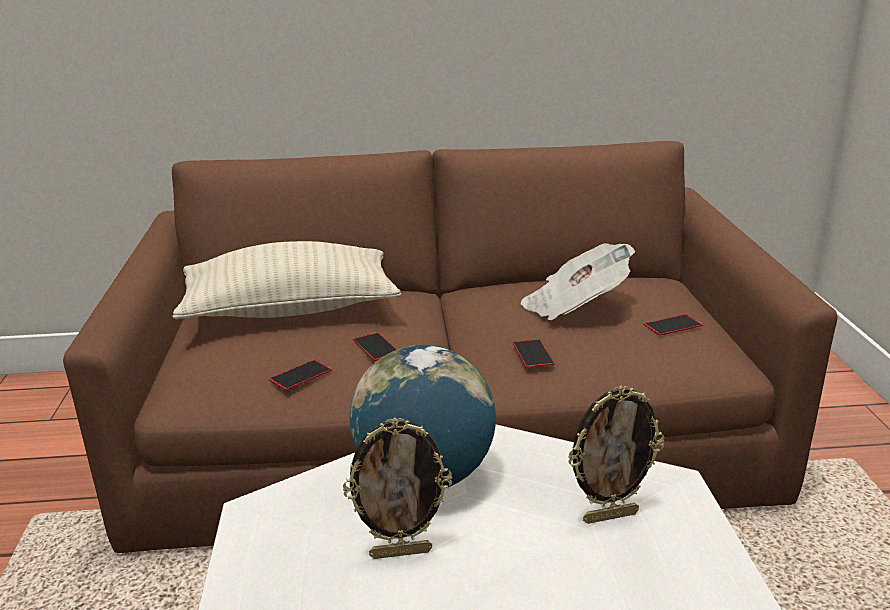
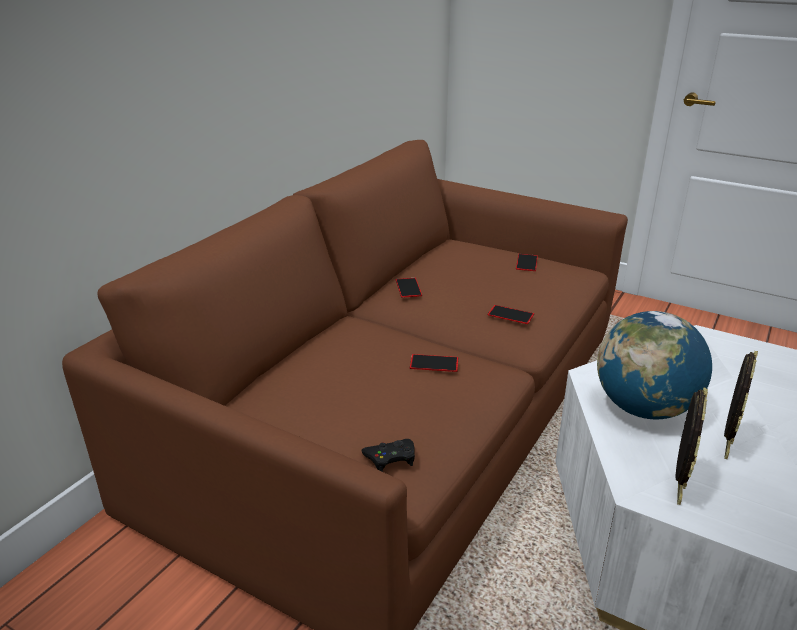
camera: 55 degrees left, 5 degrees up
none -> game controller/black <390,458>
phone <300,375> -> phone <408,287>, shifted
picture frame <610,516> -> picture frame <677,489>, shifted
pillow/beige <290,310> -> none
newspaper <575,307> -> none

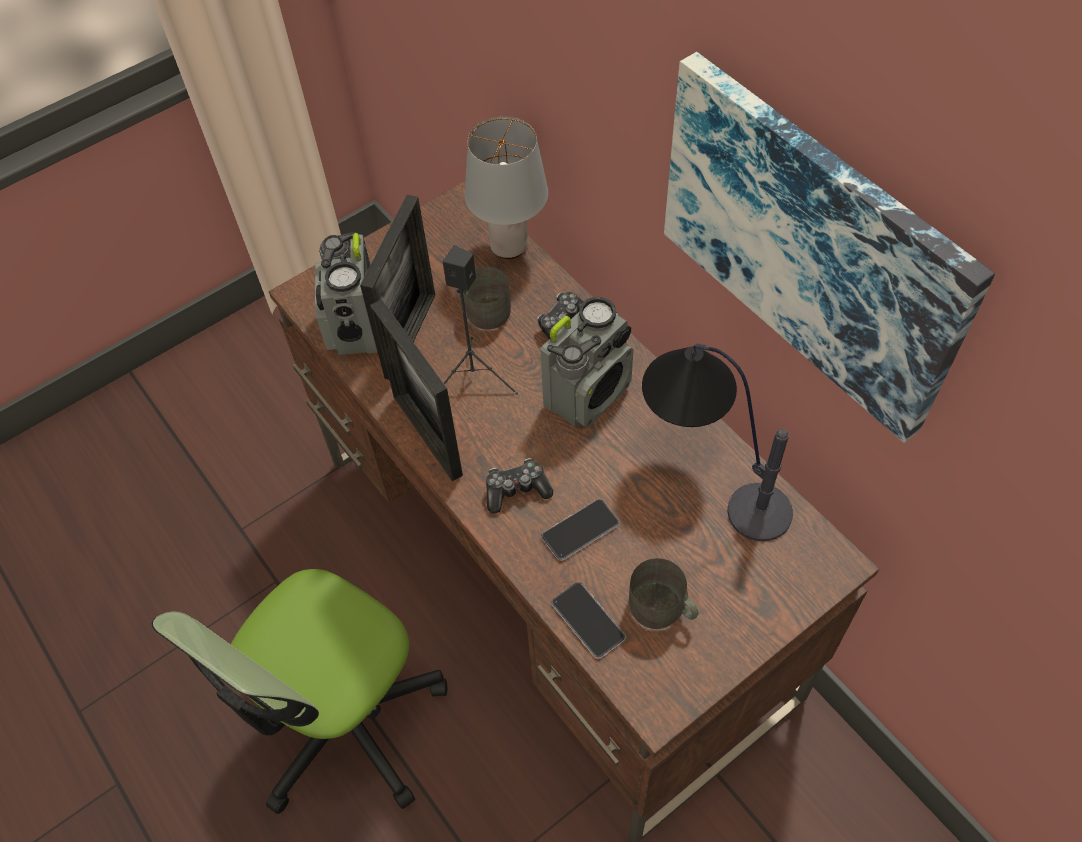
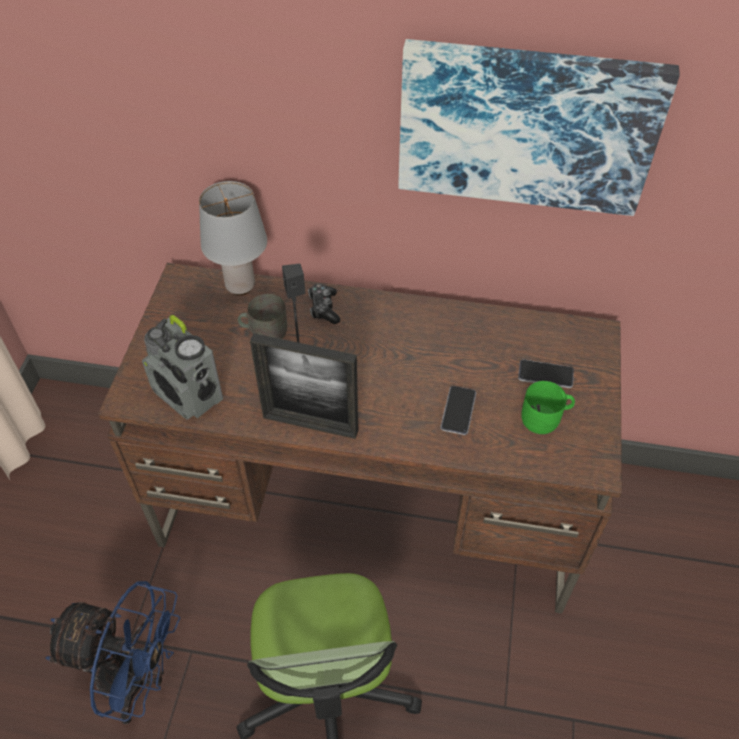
camera: 45 degrees left, 5 degrees down
none -> fan/blue <136,680>
phone <588,620> -> phone <545,374>, shifted
mug/grey <662,610> -> mug/green <545,418>
picture frame <410,335> -> none
game controller <516,490> -> none
radio <588,394> -> none
table lamp <708,472> -> none

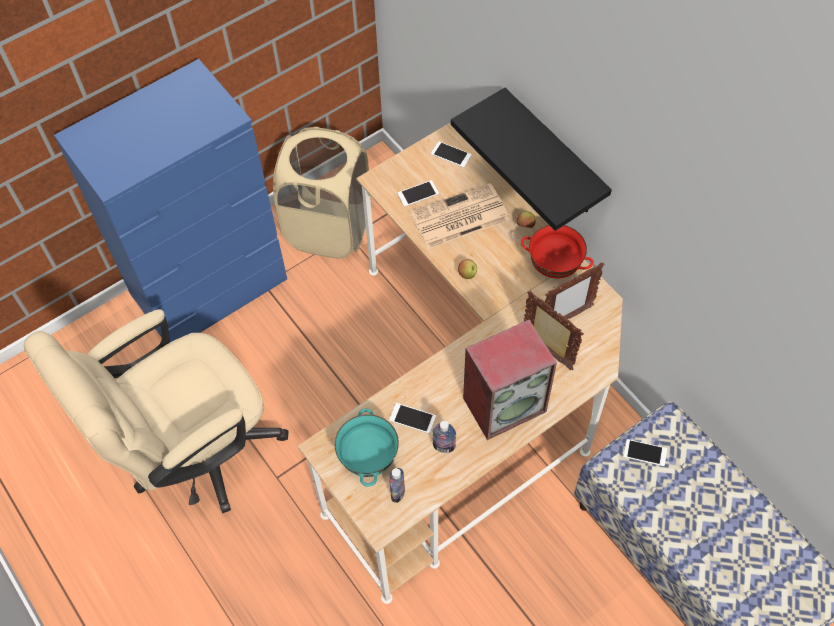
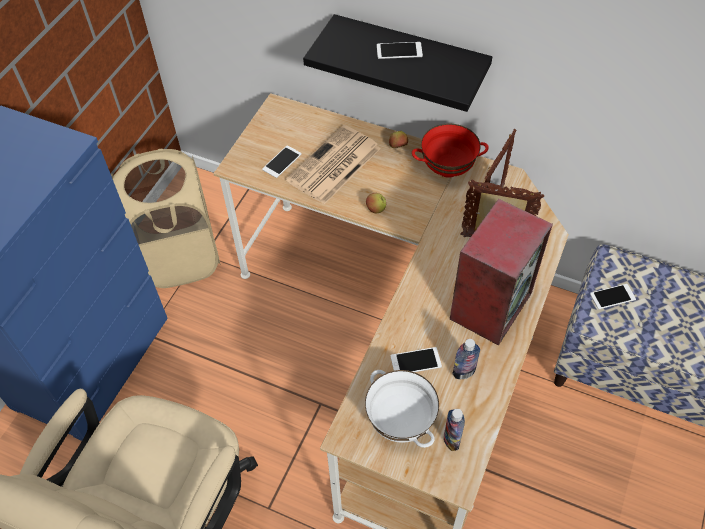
camera: 30 degrees left, 5 degrees down
bowl/turquoise <368,458> -> bowl/white <399,422>
phone <451,154> -> phone <399,51>, shifted

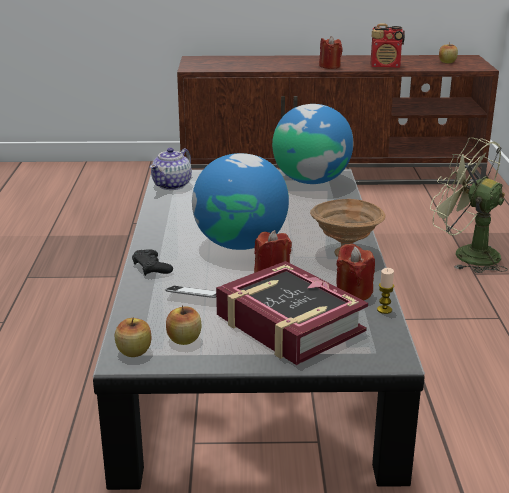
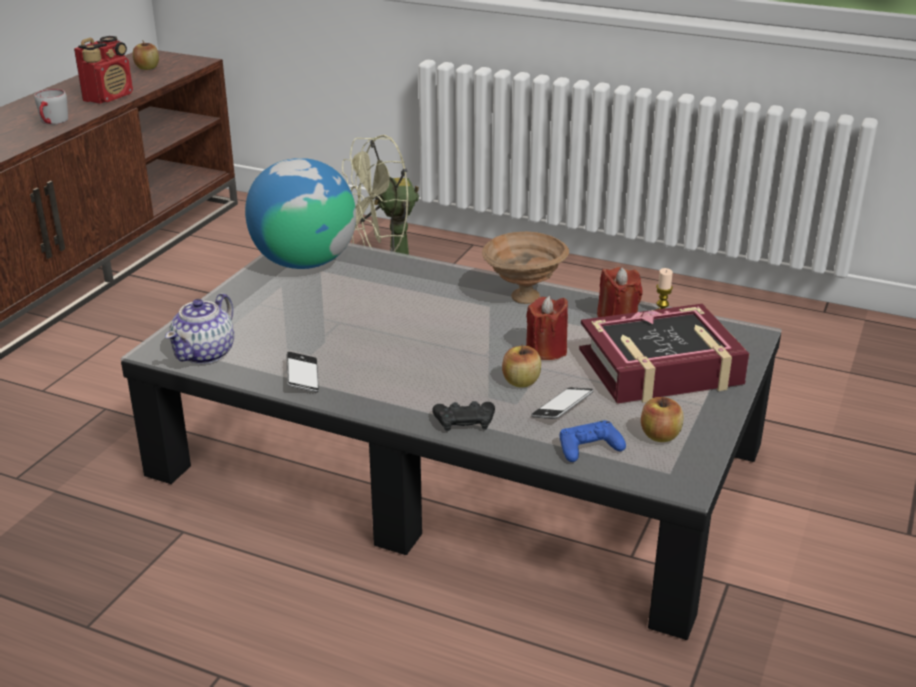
camera: 65 degrees left, 5 degrees up
candle/red <329,66> -> mug/grey <52,122>
teapot <172,185> -> teapot <205,353>, 60 degrees clockwise
none -> phone <302,377>
apple <134,351> -> apple <521,382>, shifted
none -> game controller/blue <589,448>
globe <241,244> -> none

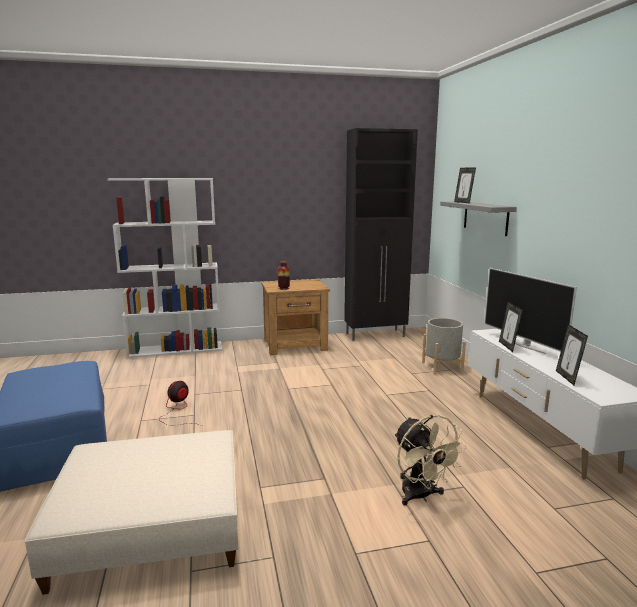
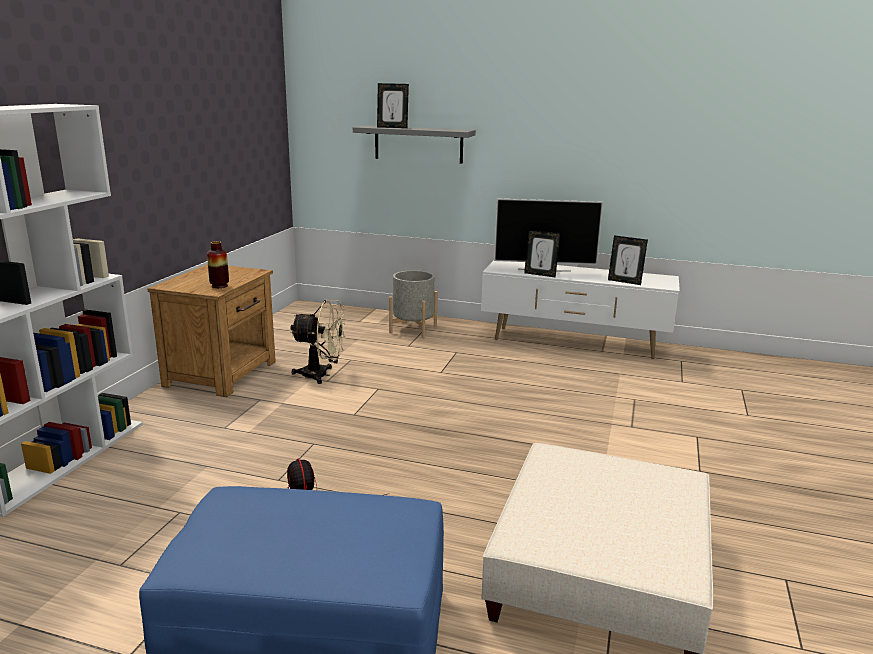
camera: 60 degrees left, 5 degrees up
fan/beige <421,496> -> fan/beige <321,375>, shifted
cabinet/black <376,335> -> none

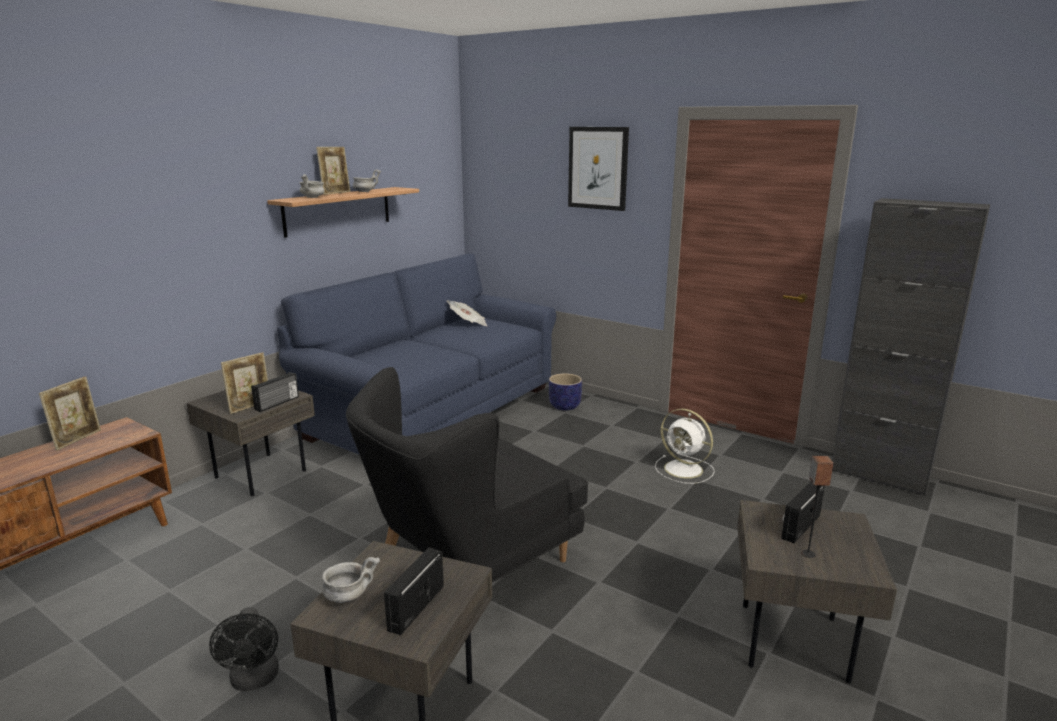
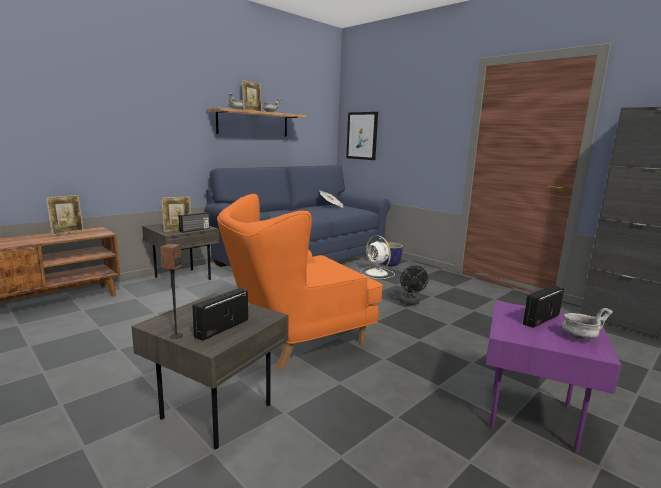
camera: 10 degrees right, 5 degrees down
speaker <807,554> -> speaker <176,336>, shifted
armchair/black <468,560> -> armchair/orange <295,335>
picture <598,168> -> picture <362,136>, shifted
fan/white <685,470> -> fan/white <377,273>, shifted
fan/black <254,680> -> fan/black <410,302>, shifted
side table/grey <796,644> -> side table/purple <533,418>
bowl/grey <348,596> -> bowl/grey <579,337>, shifted

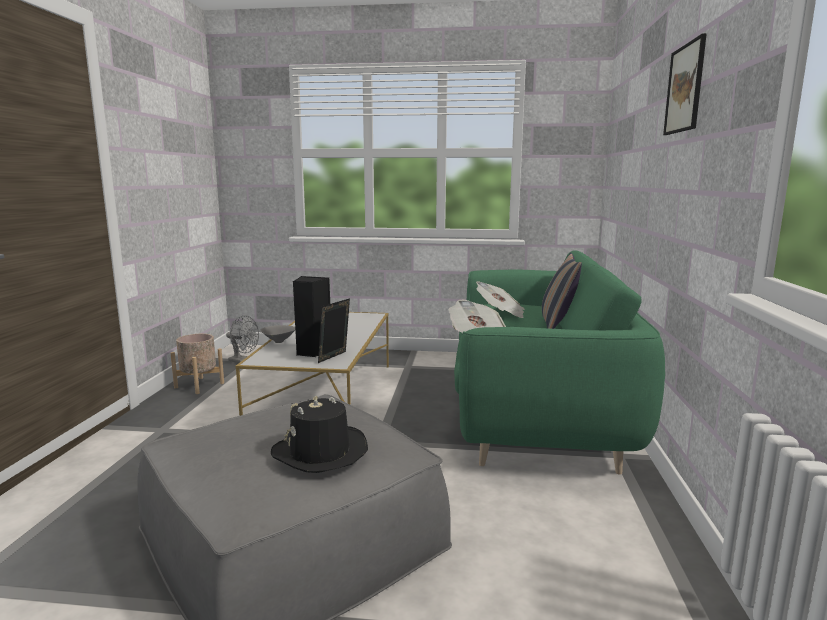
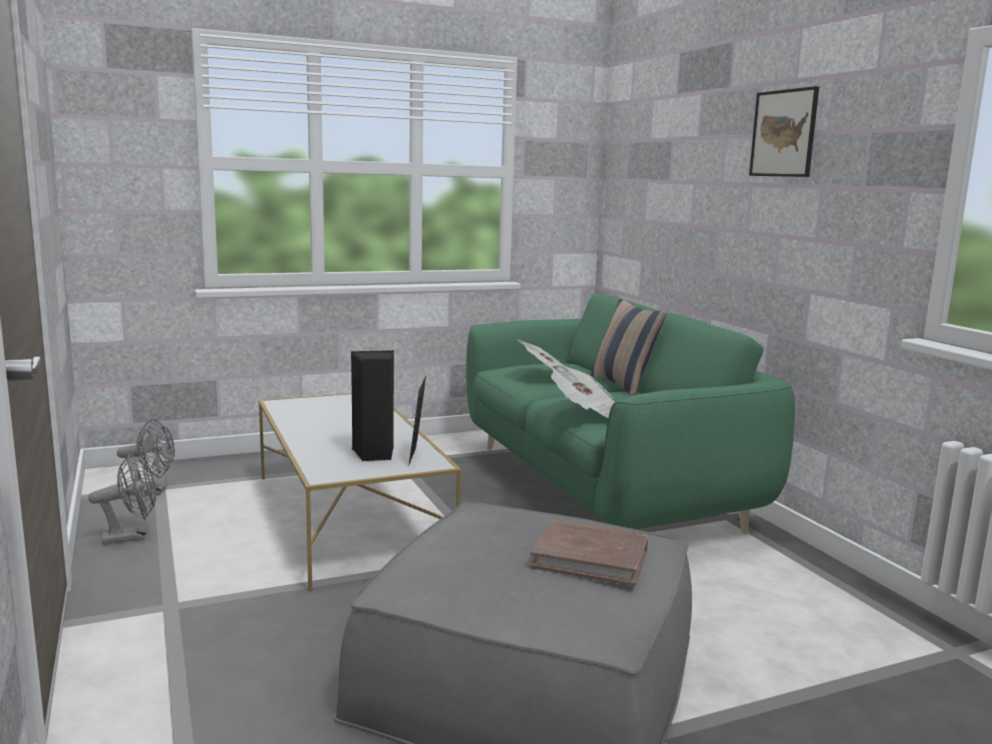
camera: 30 degrees left, 0 degrees up
planter/beige <199,385> -> fan/grey <131,537>
hat/black <320,452> -> book/brown <590,557>
bowl/grey <278,342> -> none

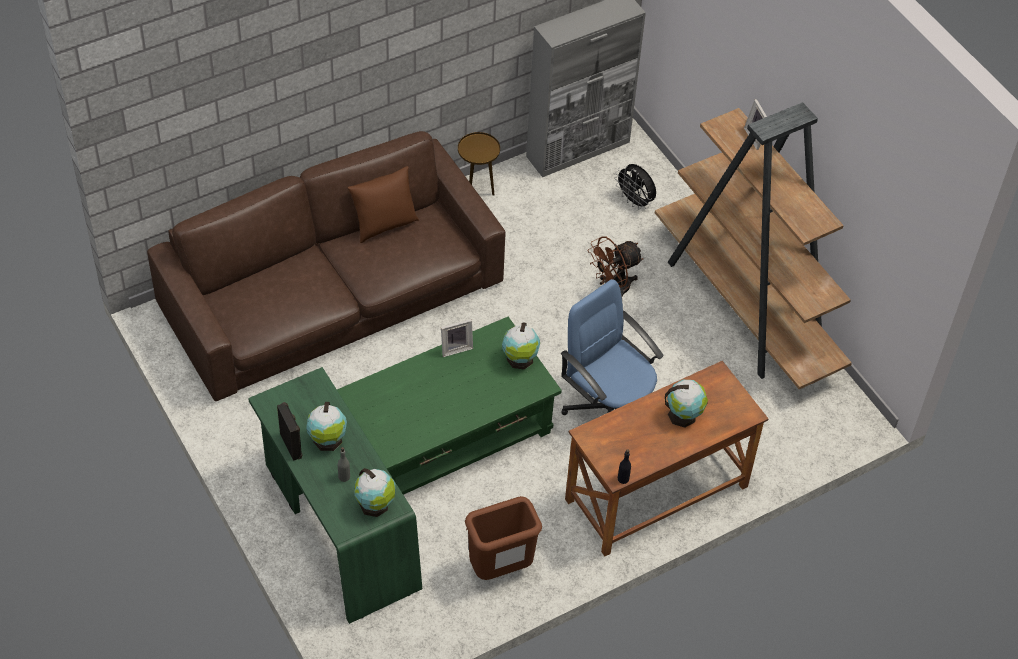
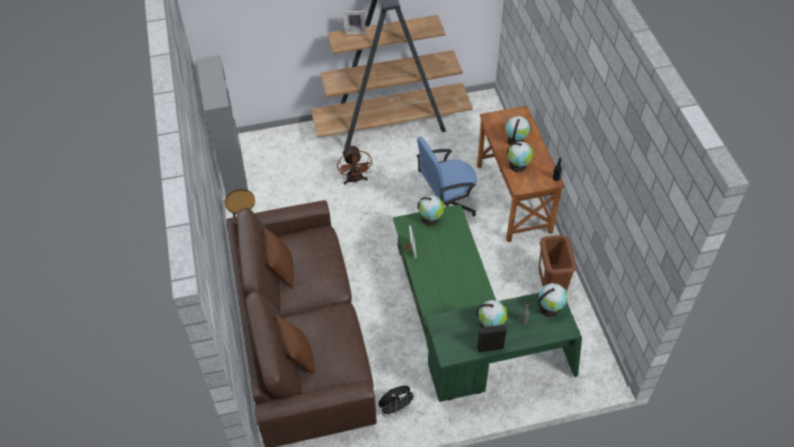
camera: 70 degrees left, 0 degrees up
none -> pillow/brown <298,357>
fan/black <635,201> -> fan/black <396,408>, shifted
none -> globe <518,165>

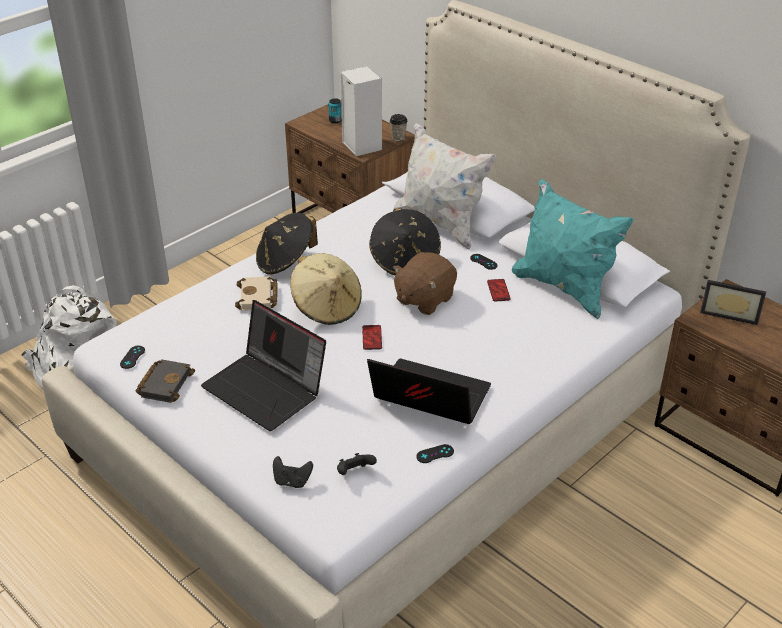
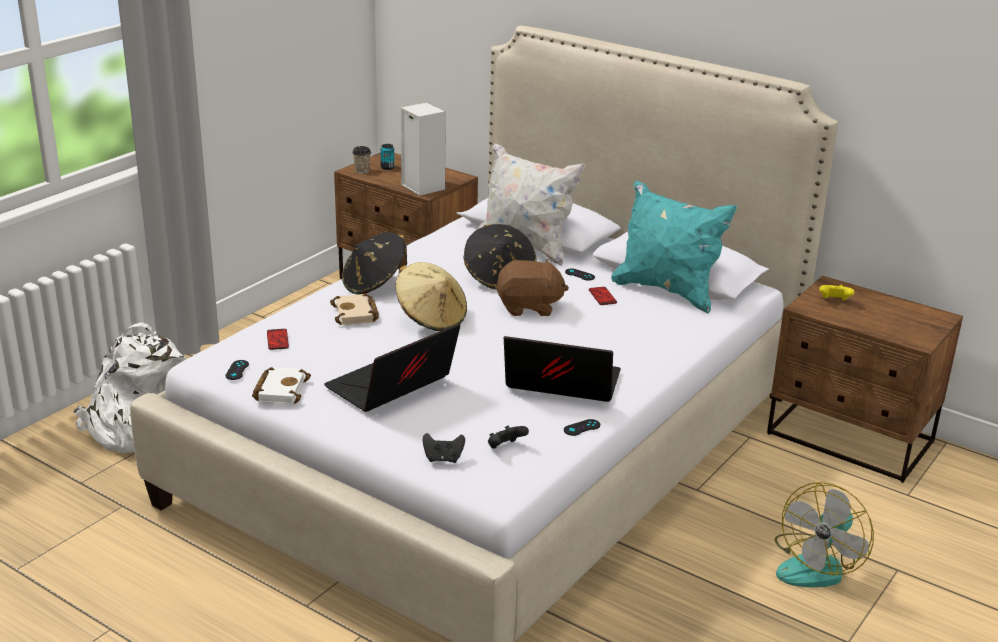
camera: 10 degrees left, 10 degrees down
book/black <165,383> -> book/white <280,389>
phone <372,338> -> phone <277,340>, shifted
laptop <267,389> -> laptop <391,387>, 105 degrees clockwise
cup <398,137> -> cup <362,171>, shifted
plush toy/brown <424,299> -> plush toy/brown <529,307>, 120 degrees counterclockwise
none -> fan <817,565>
picture frame <729,313> -> game controller/yellow <834,301>

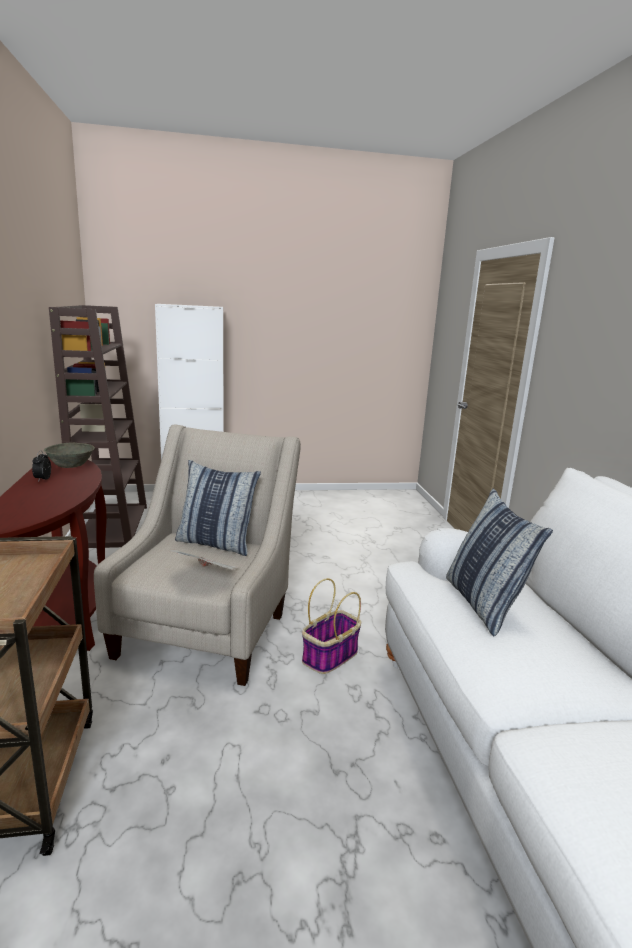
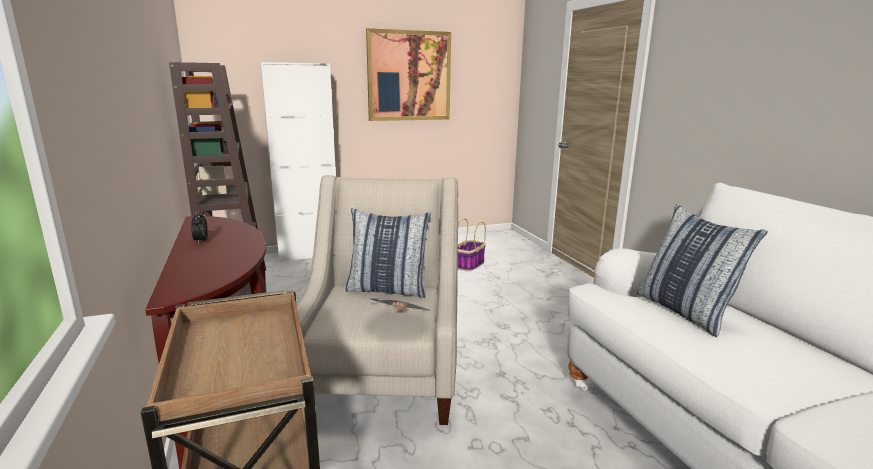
camera: 10 degrees left, 0 degrees up
none -> picture <409,76>
basket <330,657> -> basket <469,265>, shifted
bowl/grey <71,465> -> none

